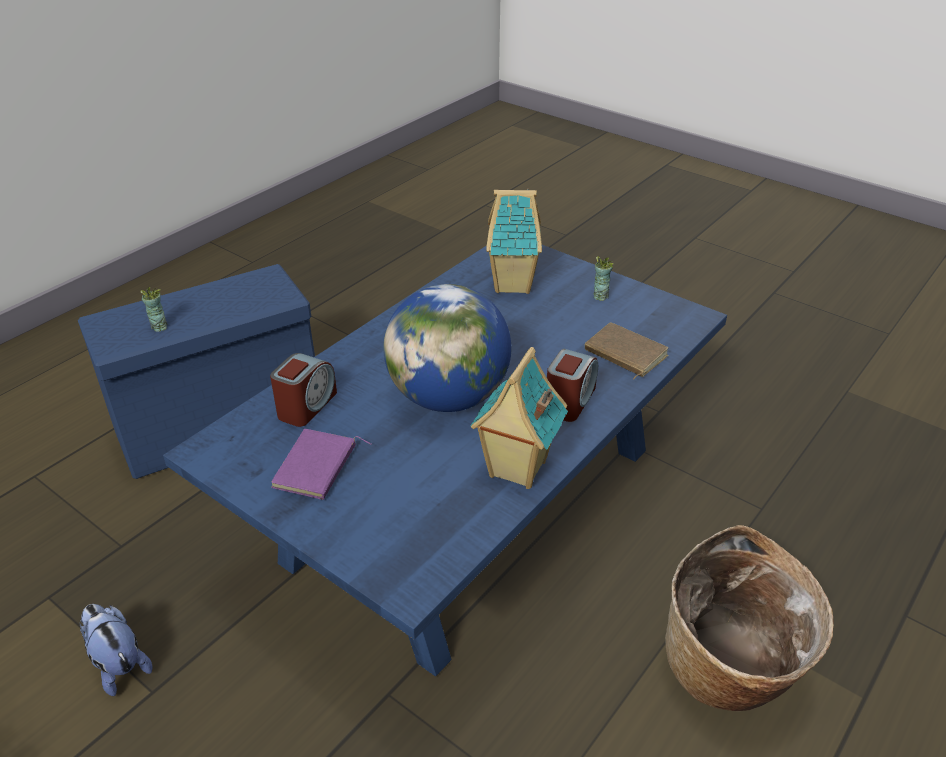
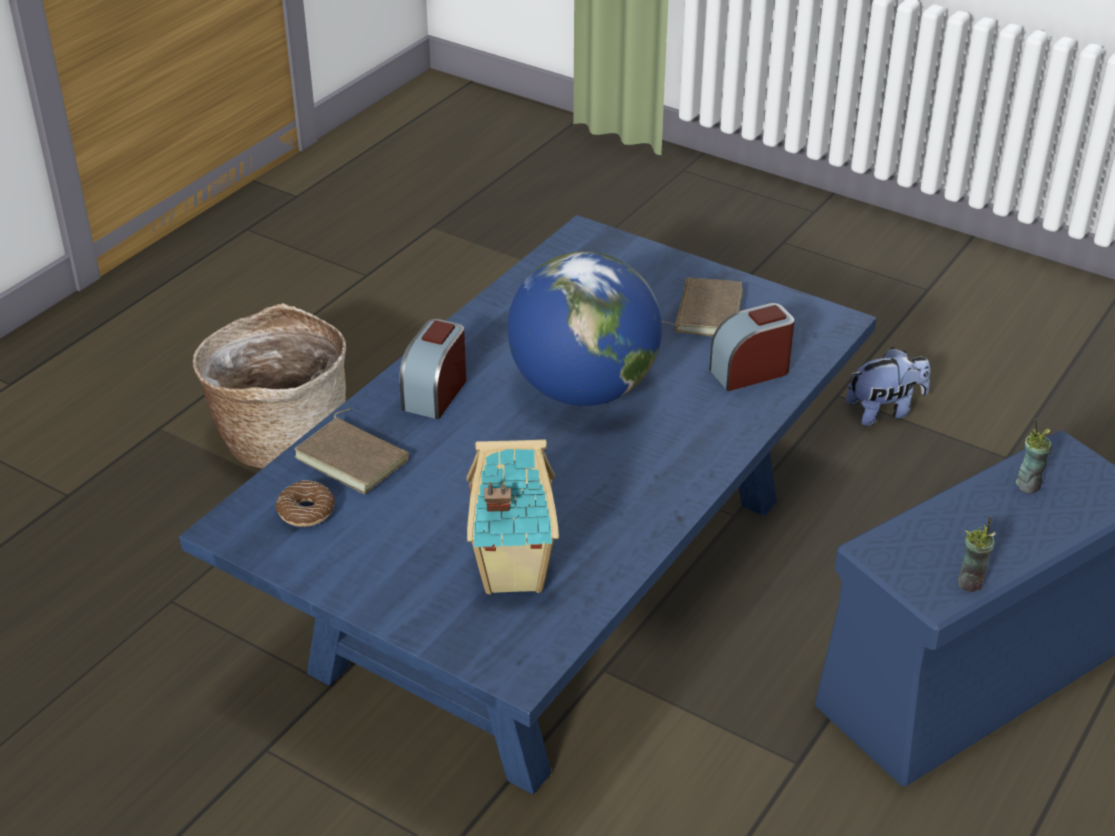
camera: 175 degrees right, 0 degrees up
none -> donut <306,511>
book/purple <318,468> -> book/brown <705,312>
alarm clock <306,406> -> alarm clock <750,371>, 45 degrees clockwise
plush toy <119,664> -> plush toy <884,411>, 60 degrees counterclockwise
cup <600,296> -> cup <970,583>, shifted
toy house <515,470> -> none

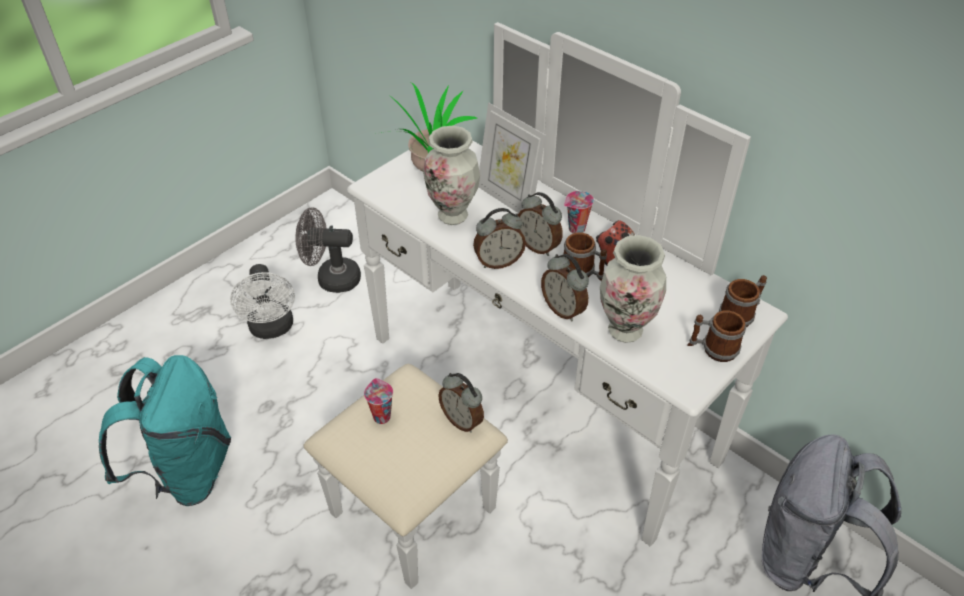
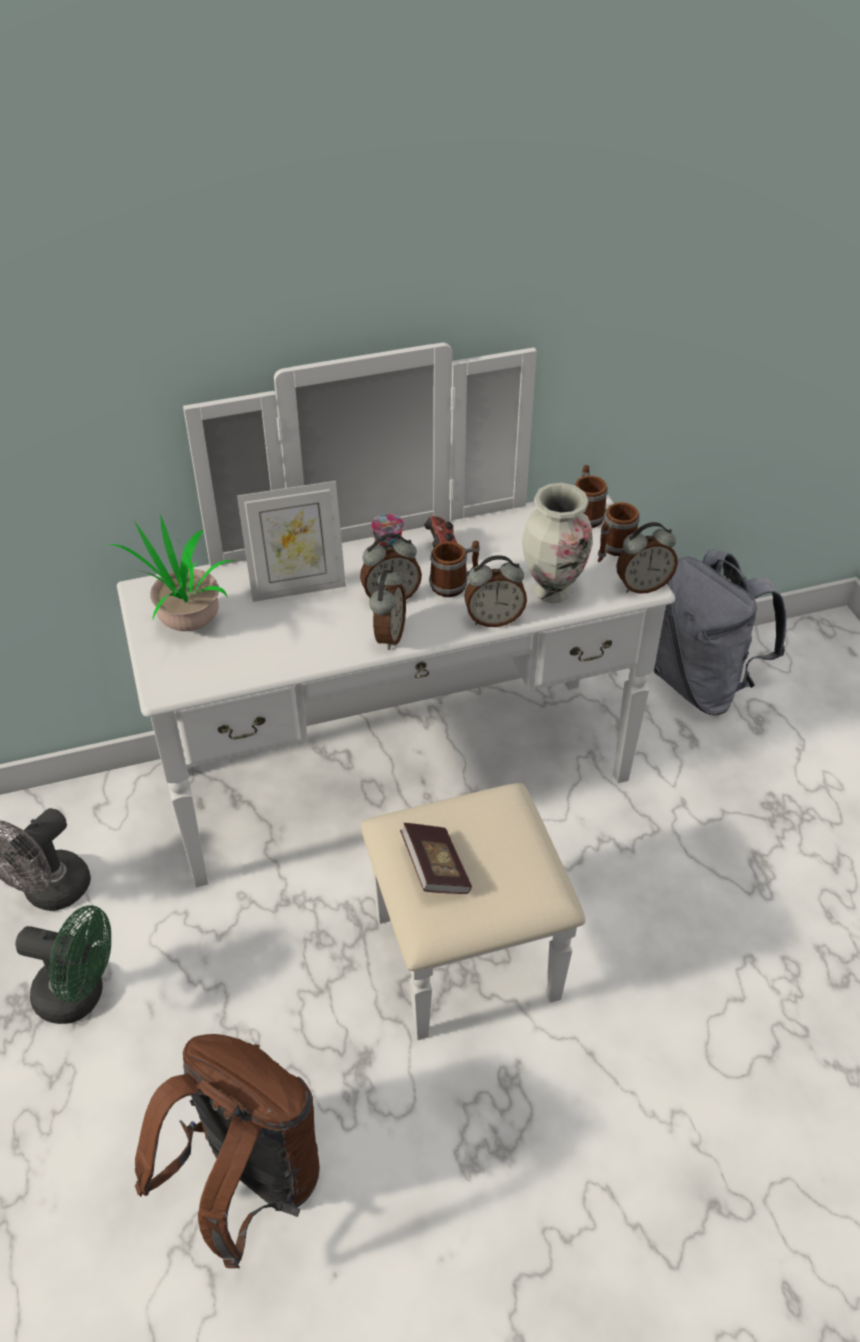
camera: 60 degrees left, 0 degrees up
fan/white <272,329> -> fan/green <80,996>
backpack/turquoise <187,471> -> backpack/brown <247,1184>
cup <381,416> -> book <435,869>
alarm clock <462,420> -> alarm clock <642,586>, shifted
vase <453,216> -> none

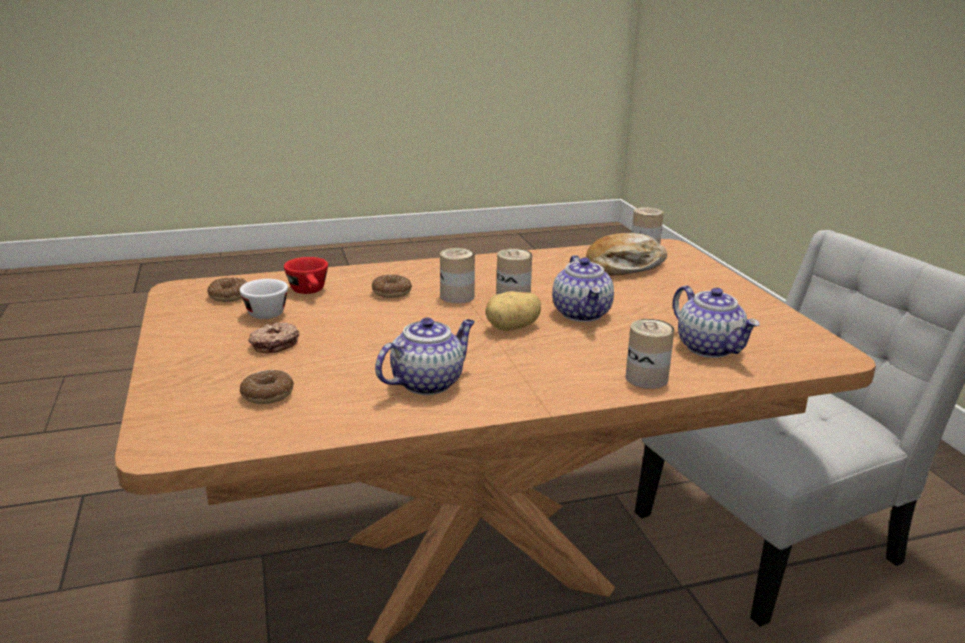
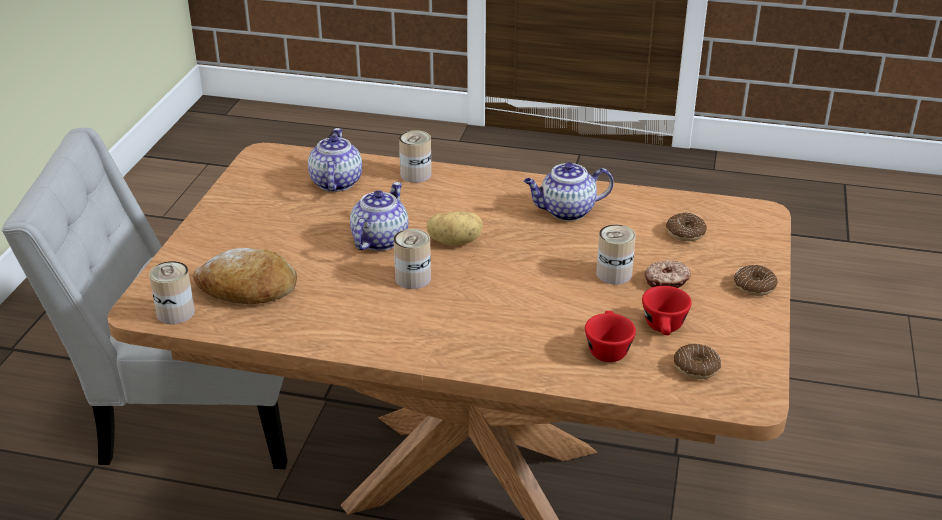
camera: 150 degrees left, 10 degrees up
can <457,296> -> can <614,274>, shifted
cup/white <264,312> -> cup/red <664,329>
donut <391,292> -> donut <754,286>, shifted

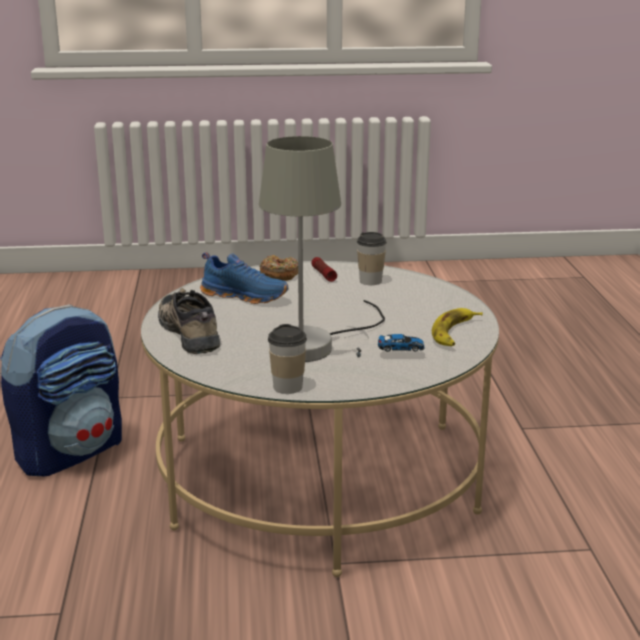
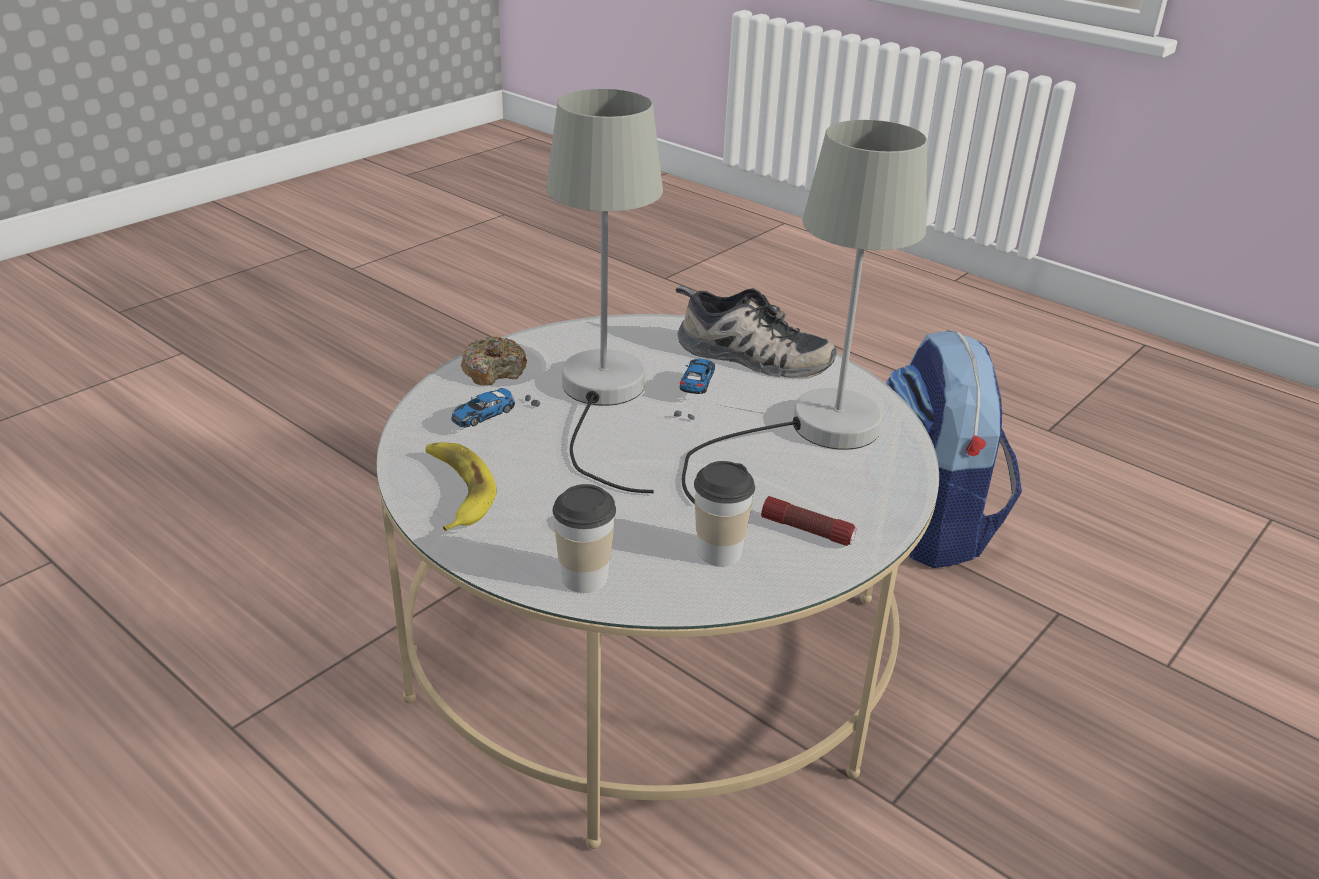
camera: 135 degrees right, 10 degrees up
donut <279,275> -> donut <494,371>, shifted
cup <288,387> -> cup <584,577>, shifted
none -> toy car <693,397>
shoe/blue <245,296> -> table lamp/grey <812,432>

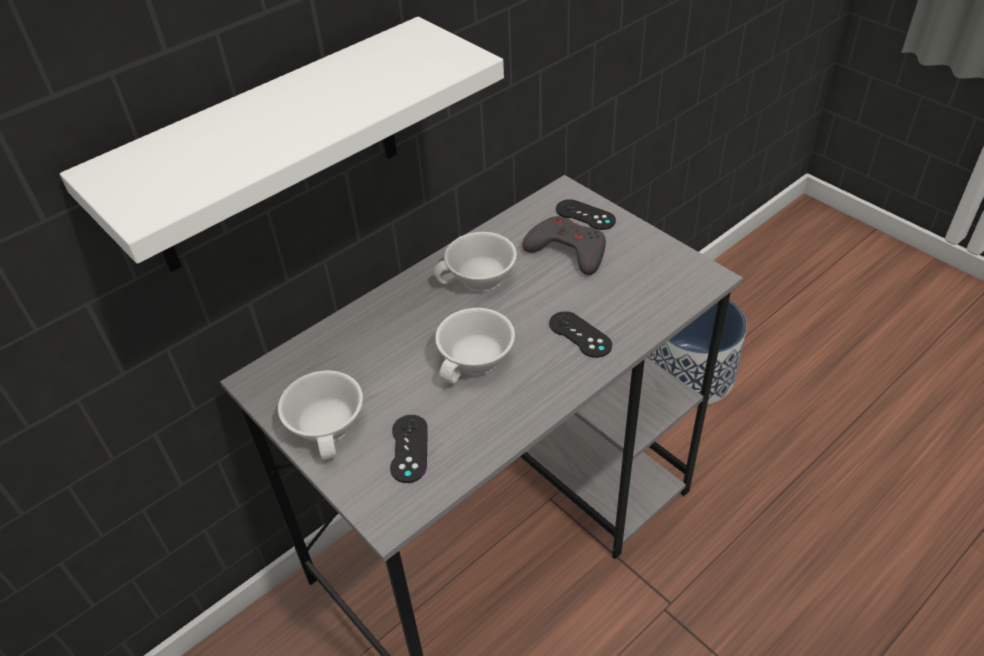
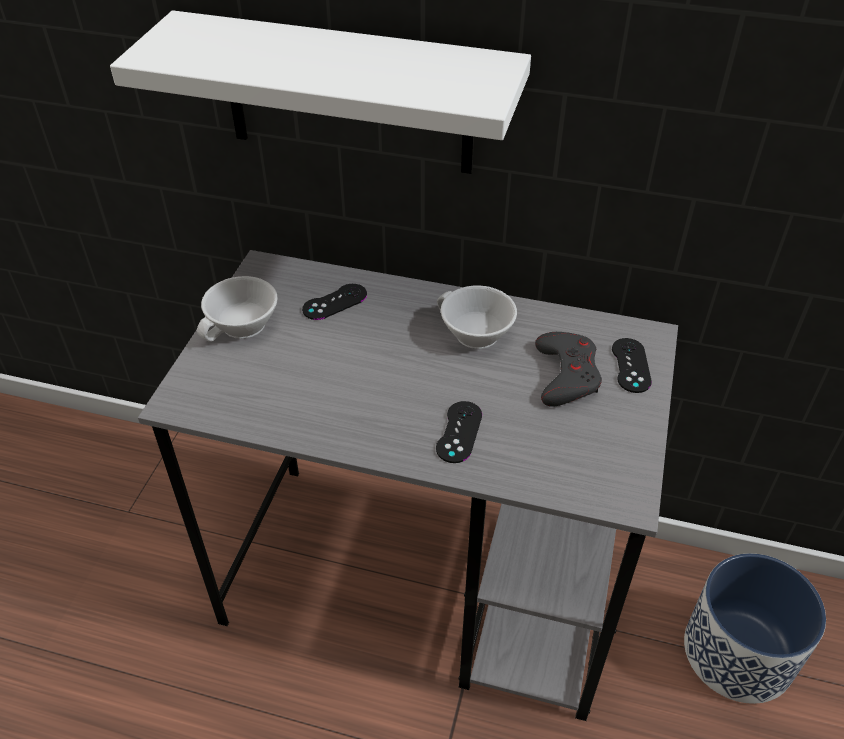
camera: 55 degrees right, 0 degrees up
game controller/black <409,448> -> game controller/black <335,302>, shifted
cup/white <477,361> -> none

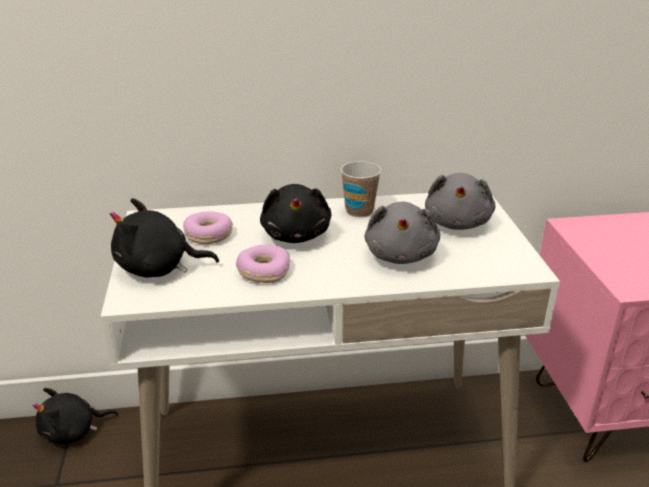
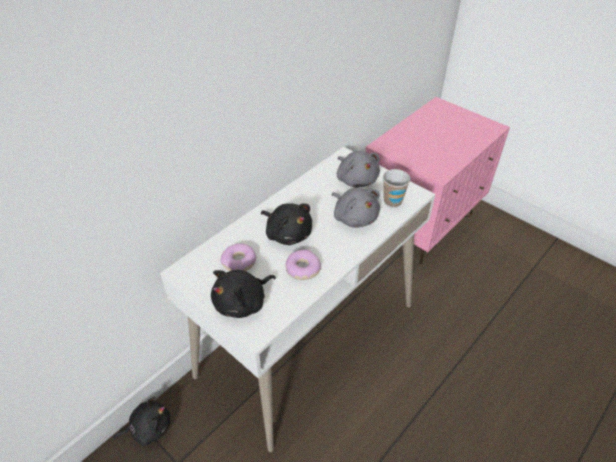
camera: 40 degrees left, 15 degrees up
plush toy/black <73,431> -> plush toy/black <149,428>, 135 degrees counterclockwise
cup <359,211> -> cup <392,201>, shifted

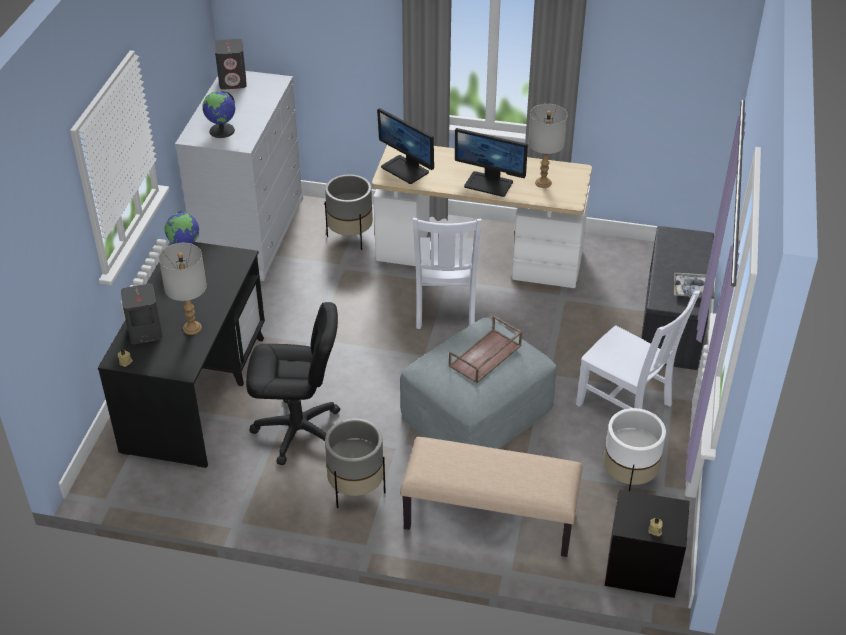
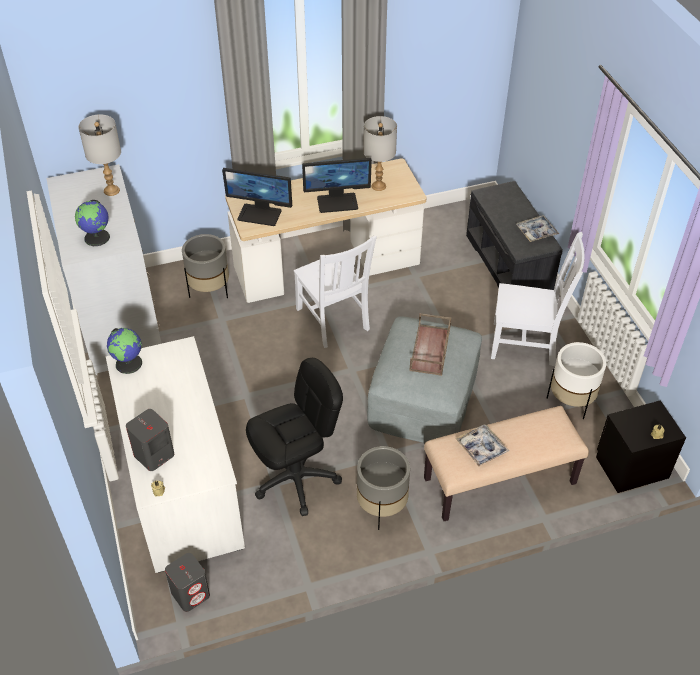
camera: 30 degrees left, 5 degrees up
table lamp/grey <192,328> -> table lamp/grey <112,191>, shifted
desk/black <196,391> -> desk/white <181,484>
speaker/grey <233,82> -> speaker/grey <191,593>, shifted
none -> tray <481,448>

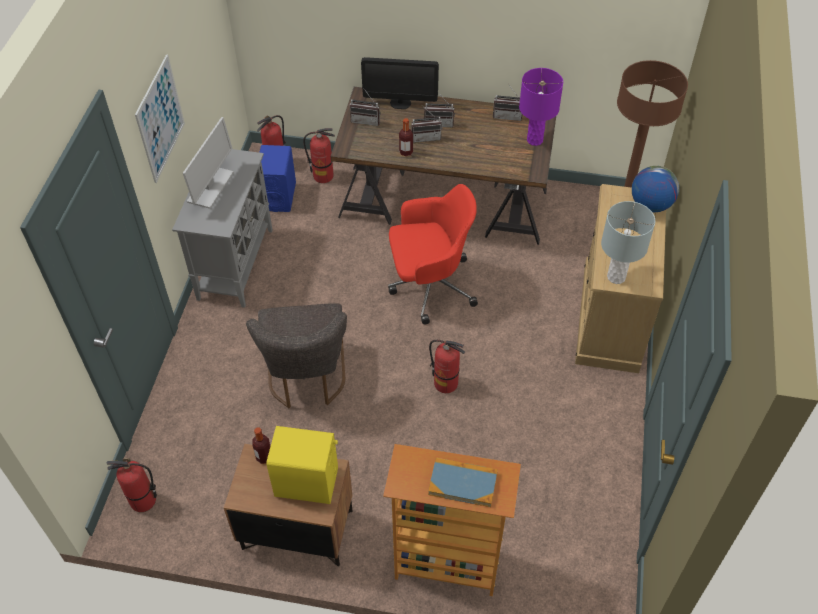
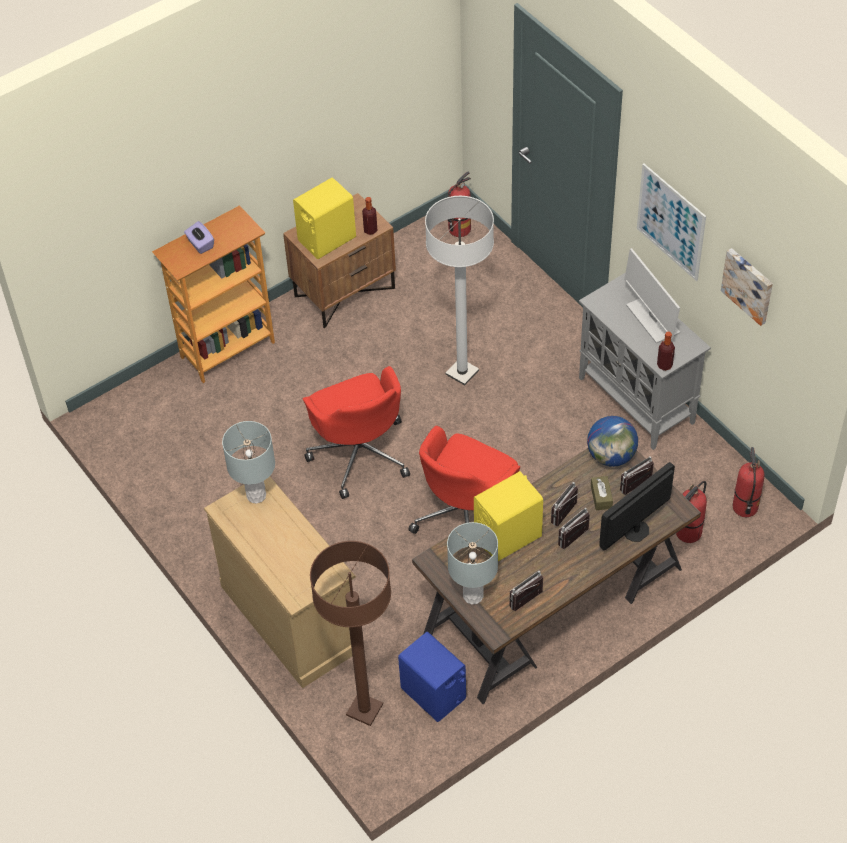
camera: 135 degrees right, 0 degrees up
book <463,483> -> tissue box/purple <200,244>
fire extinguisher <446,383> -> office chair/red <360,453>
speaker/blue <278,196> -> speaker/blue <433,694>, shifted
chair/grey <307,379> -> floor lamp/white <462,372>
table lamp/purple <535,140> -> table lamp/grey <472,595>
none -> speaker/yellow <508,536>
globe <650,205> -> globe <611,456>, shifted
none -> tissue box/brown <601,497>
bottle <406,152> -> bottle <664,365>, shifted
none -> picture <749,285>

